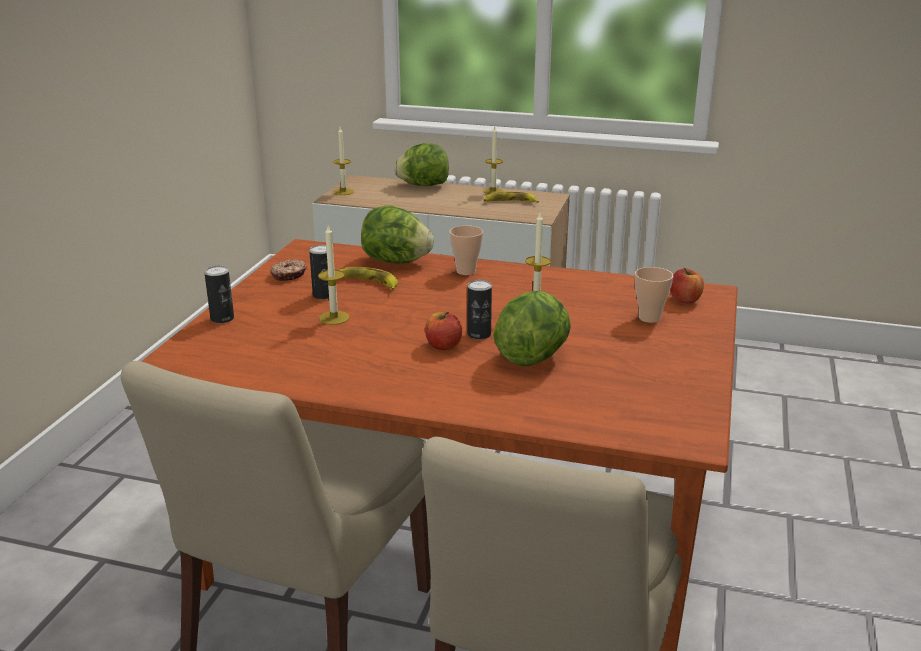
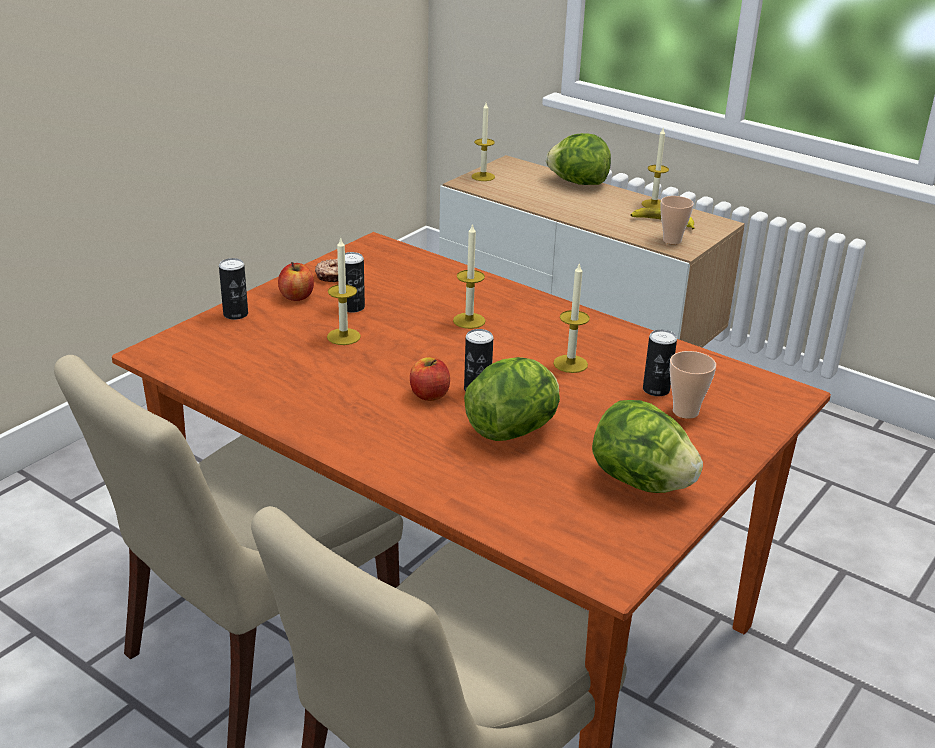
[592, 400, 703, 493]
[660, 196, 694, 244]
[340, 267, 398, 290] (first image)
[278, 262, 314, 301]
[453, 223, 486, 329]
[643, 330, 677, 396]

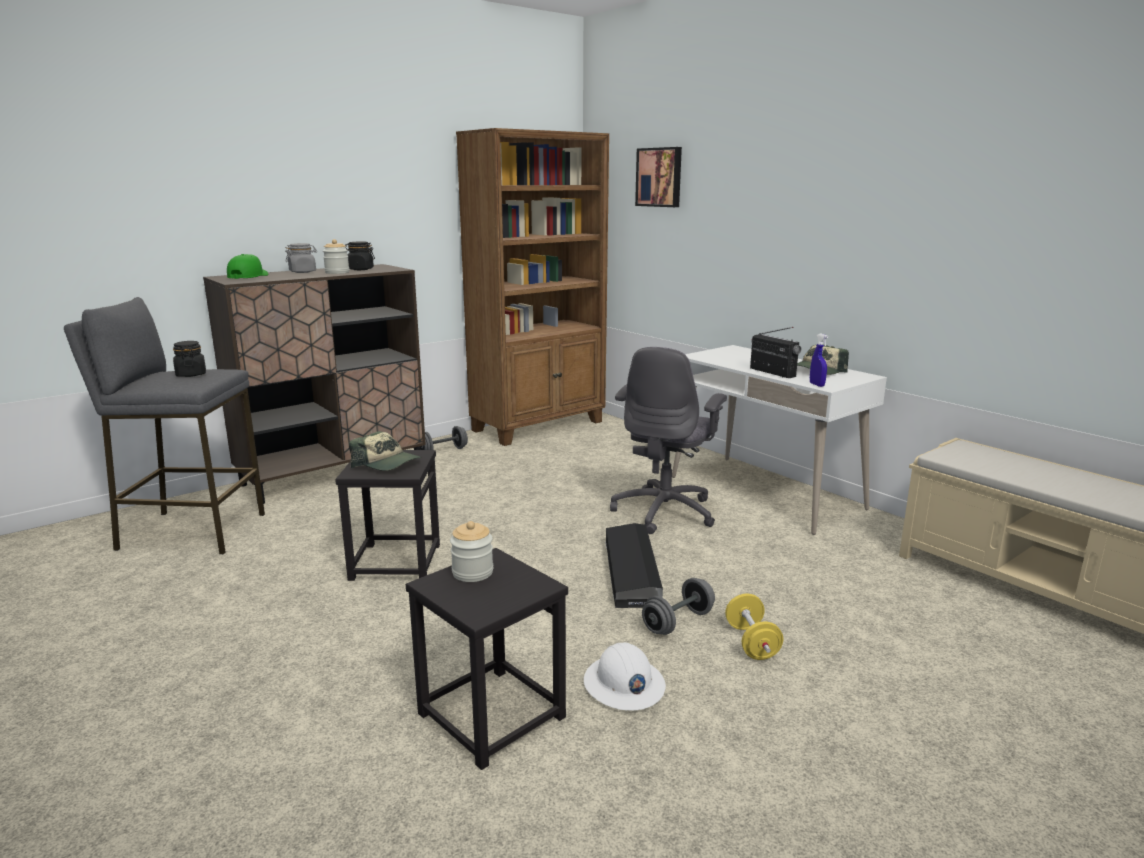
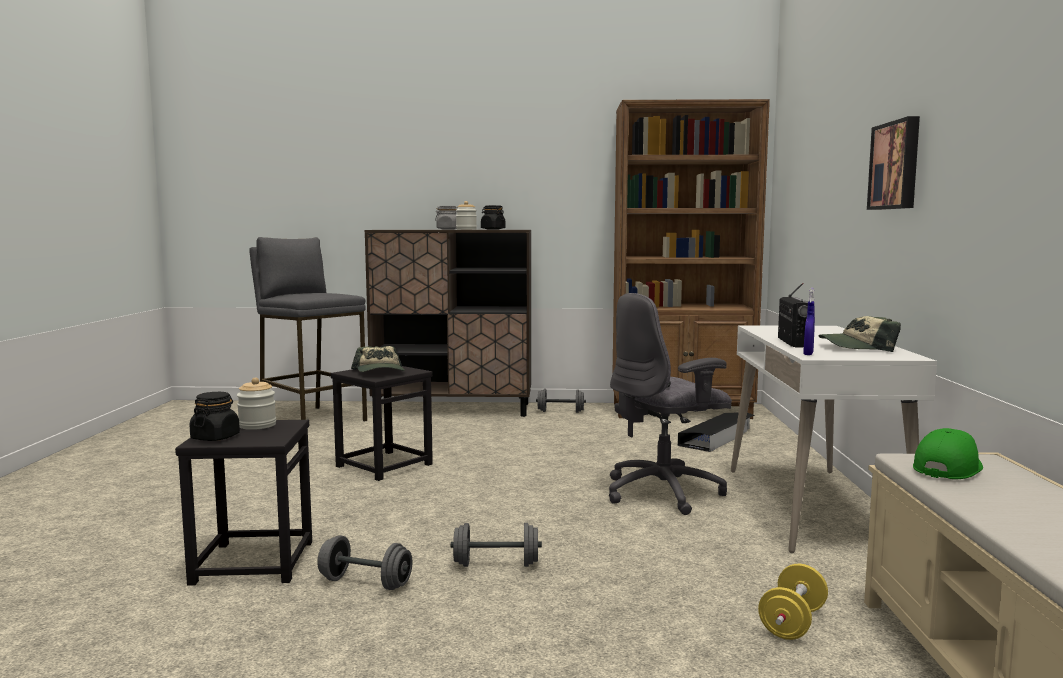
[867, 116, 920, 210]
[913, 428, 983, 479]
[189, 392, 240, 441]
[678, 412, 754, 452]
[758, 564, 828, 640]
[317, 535, 412, 590]

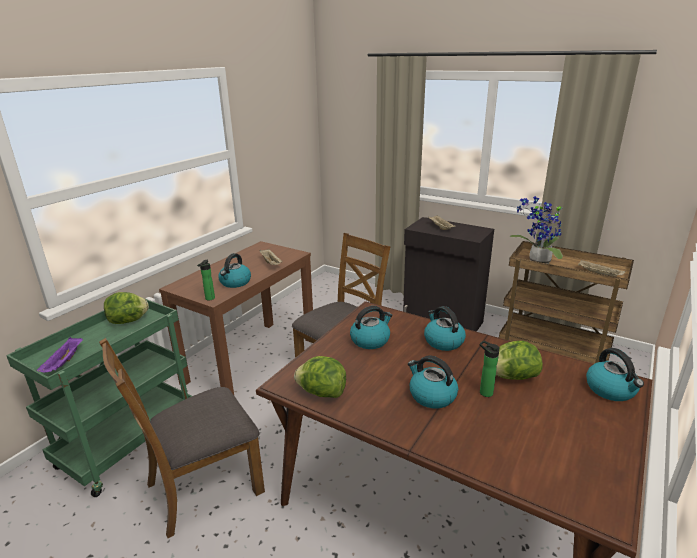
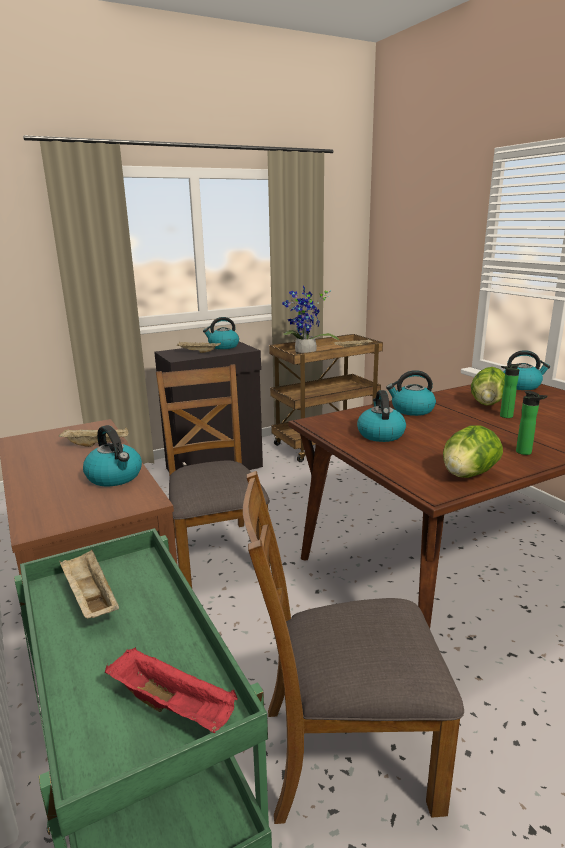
[516, 391, 547, 455]
[59, 550, 119, 619]
[105, 647, 238, 733]
[243, 471, 464, 824]
[203, 317, 239, 349]

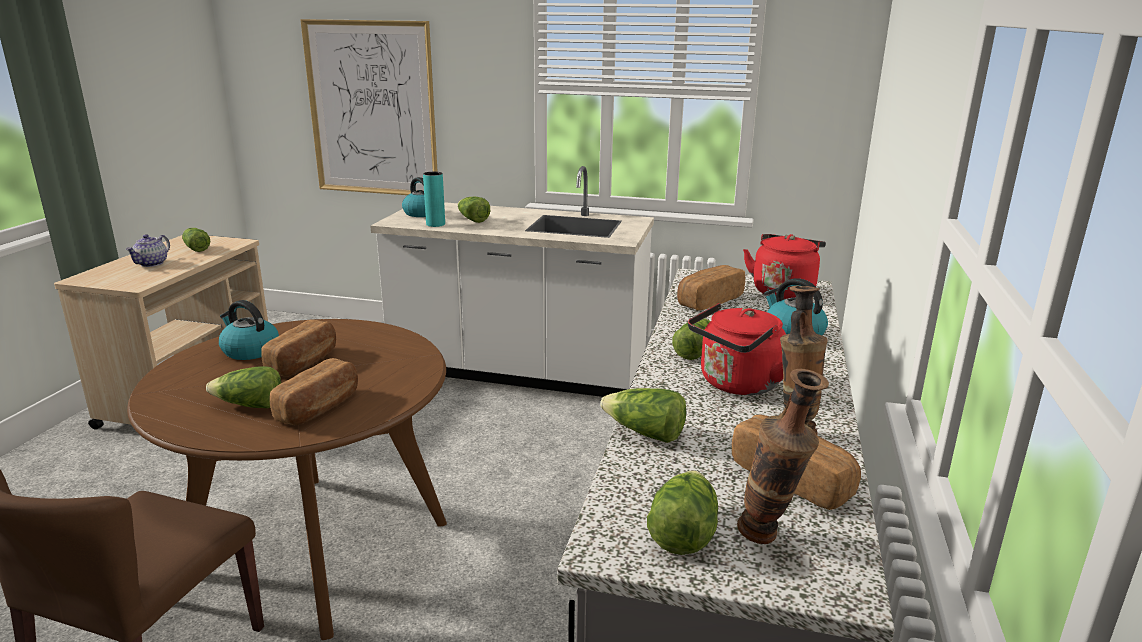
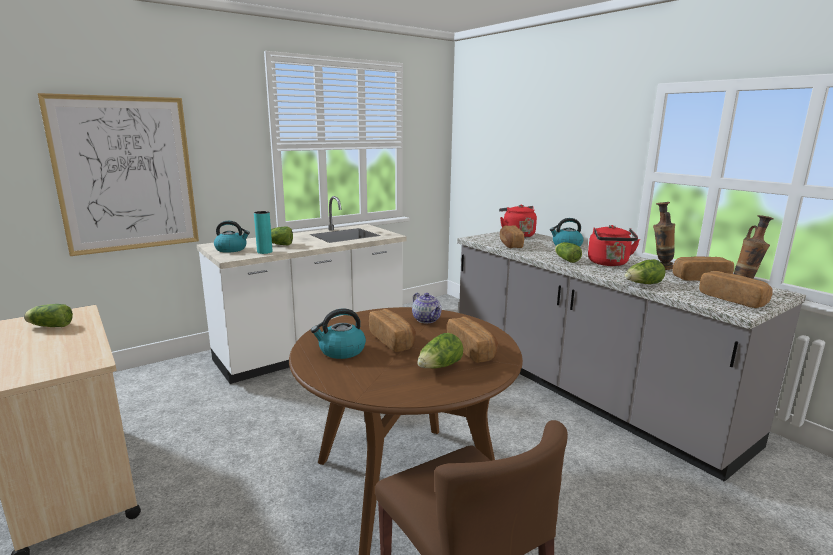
[412, 293, 441, 323]
[699, 271, 773, 308]

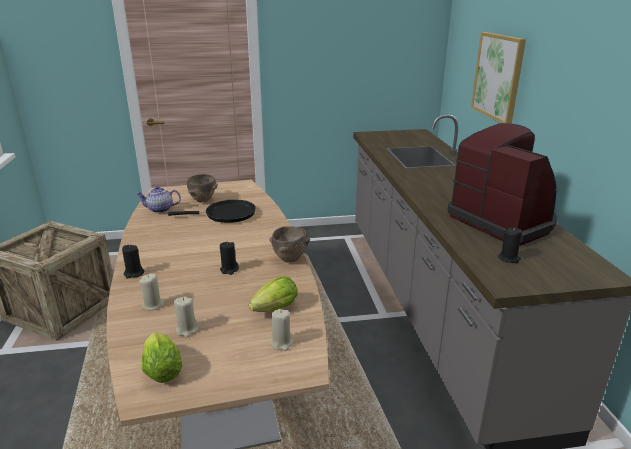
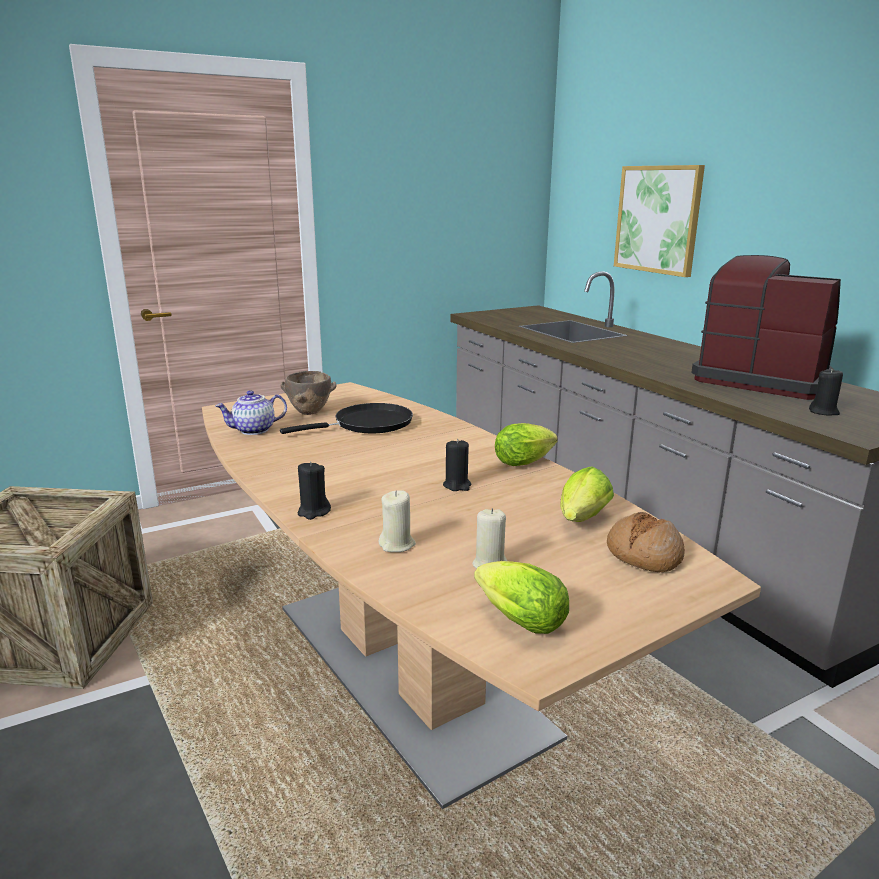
[495, 423, 558, 466]
[607, 512, 685, 572]

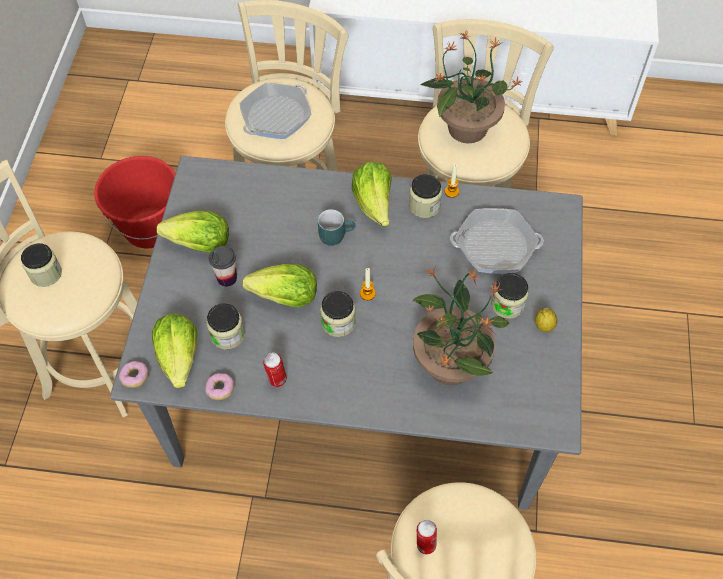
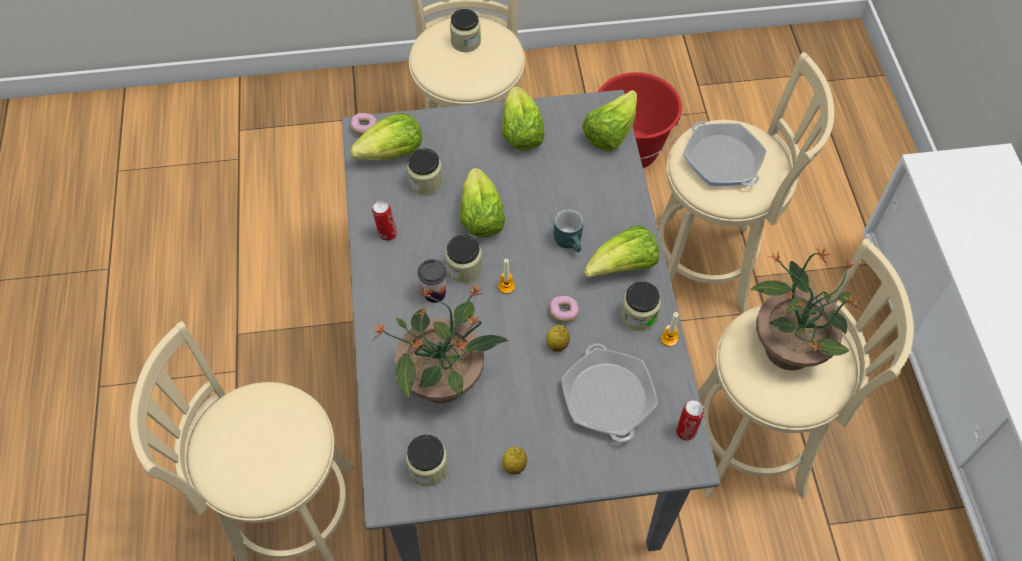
[683, 122, 767, 186]
[418, 259, 447, 303]
[406, 435, 448, 487]
[549, 296, 579, 322]
[676, 400, 704, 441]
[582, 90, 637, 151]
[546, 325, 570, 352]

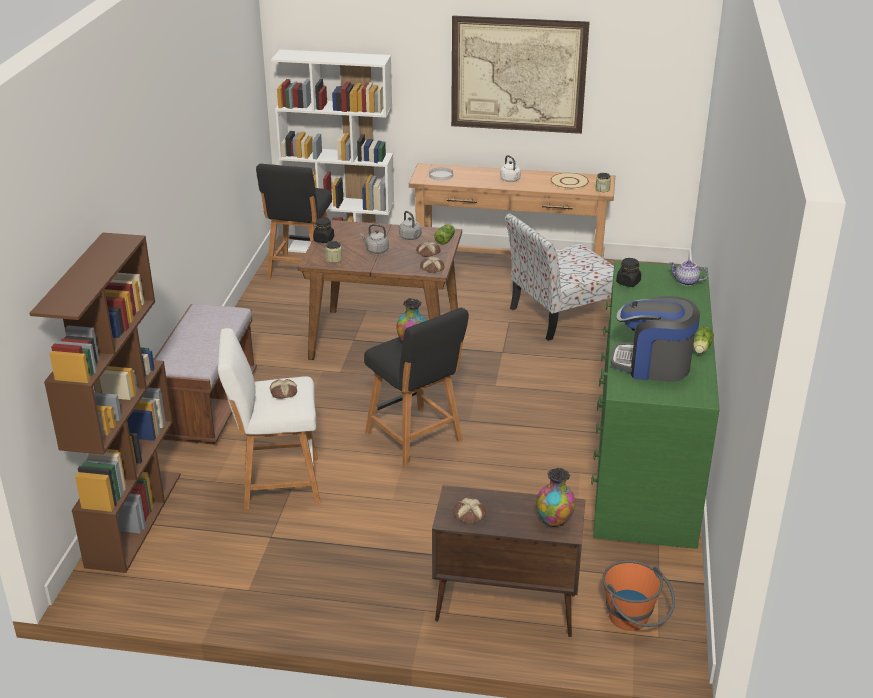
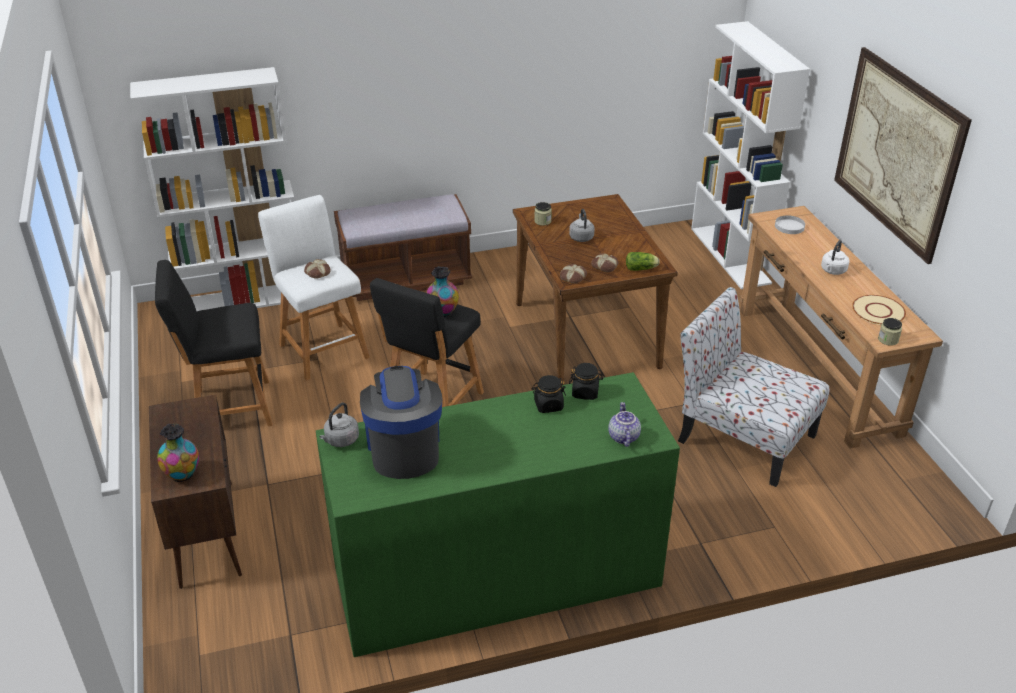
[155, 260, 273, 426]
[319, 402, 359, 447]
[532, 375, 566, 413]
[130, 67, 294, 311]
[693, 326, 714, 354] (first image)
[454, 498, 486, 524] (first image)
[602, 560, 675, 631] (first image)

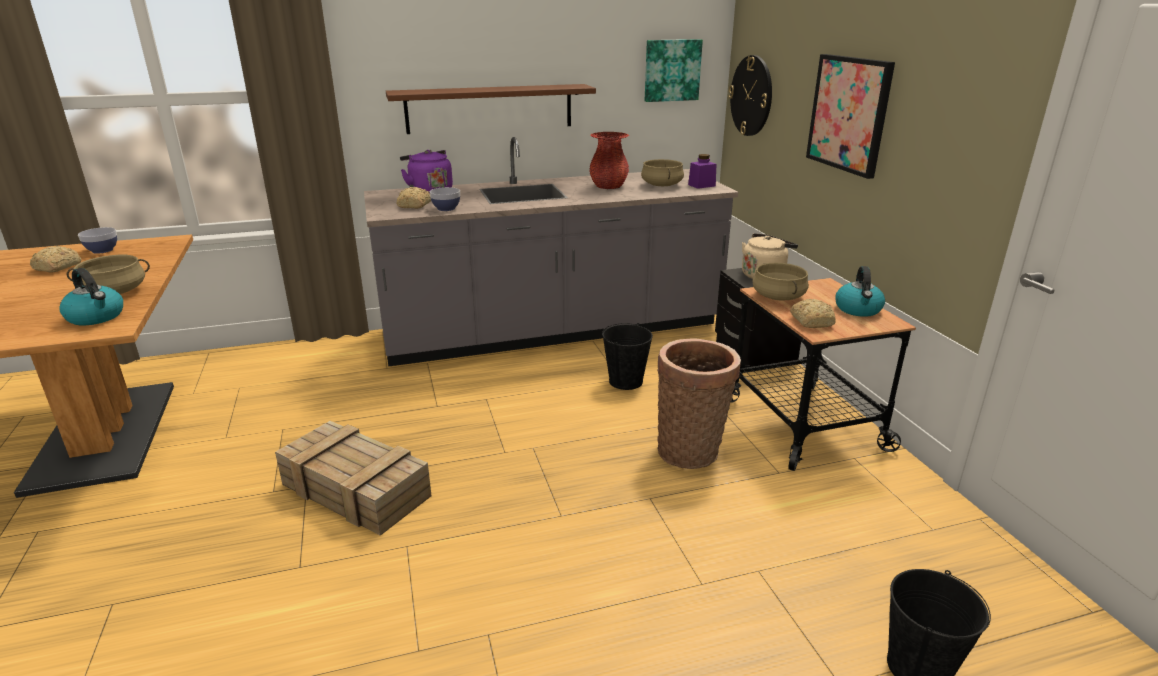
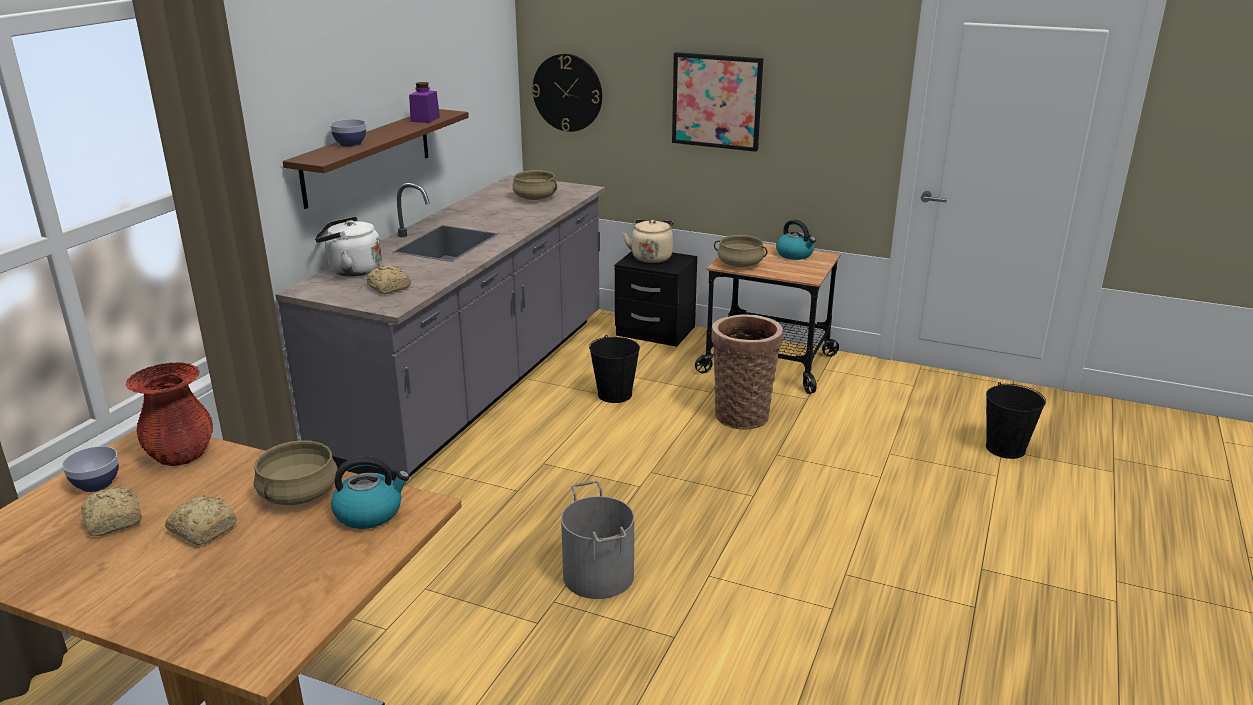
[645, 39, 703, 102] (first image)
[126, 362, 213, 466]
[315, 217, 382, 277]
[409, 82, 440, 123]
[330, 119, 366, 147]
[165, 495, 237, 545]
[561, 481, 634, 599]

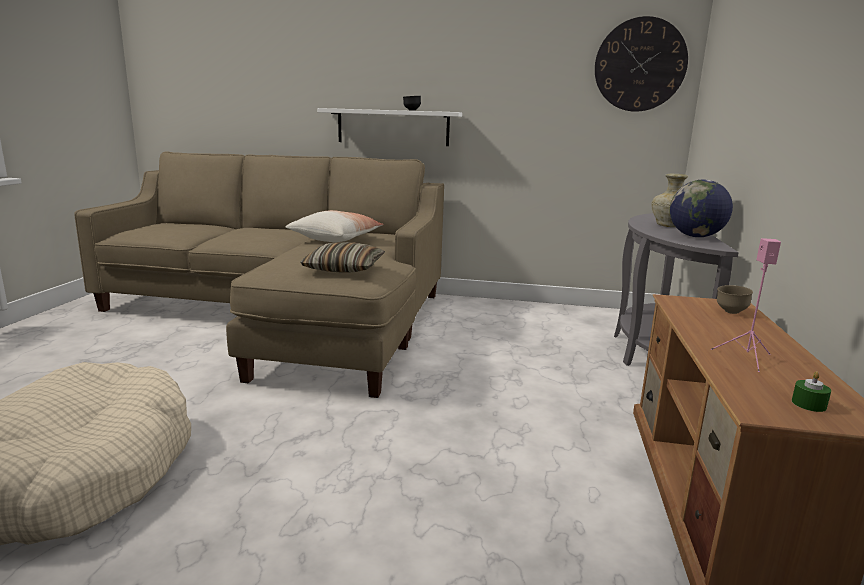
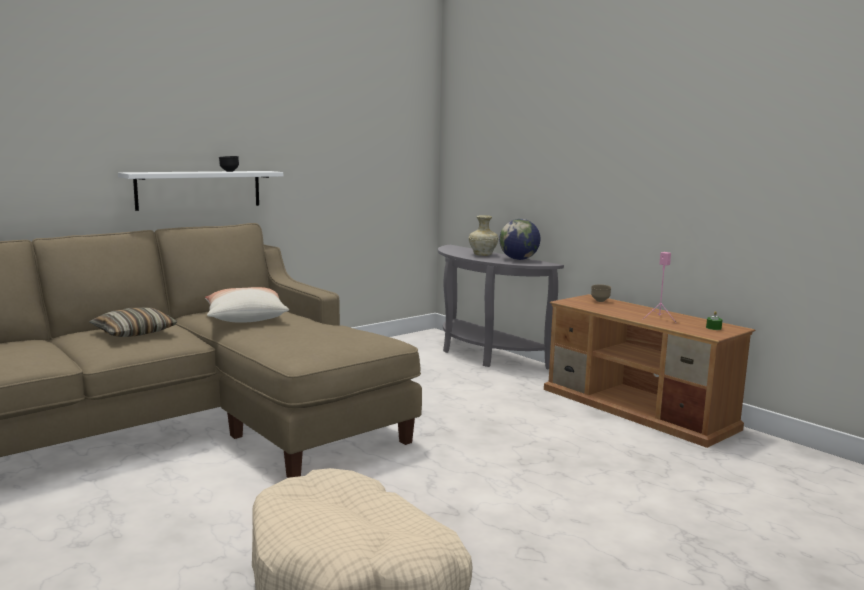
[595, 16, 688, 112] (first image)
[89, 308, 177, 337]

